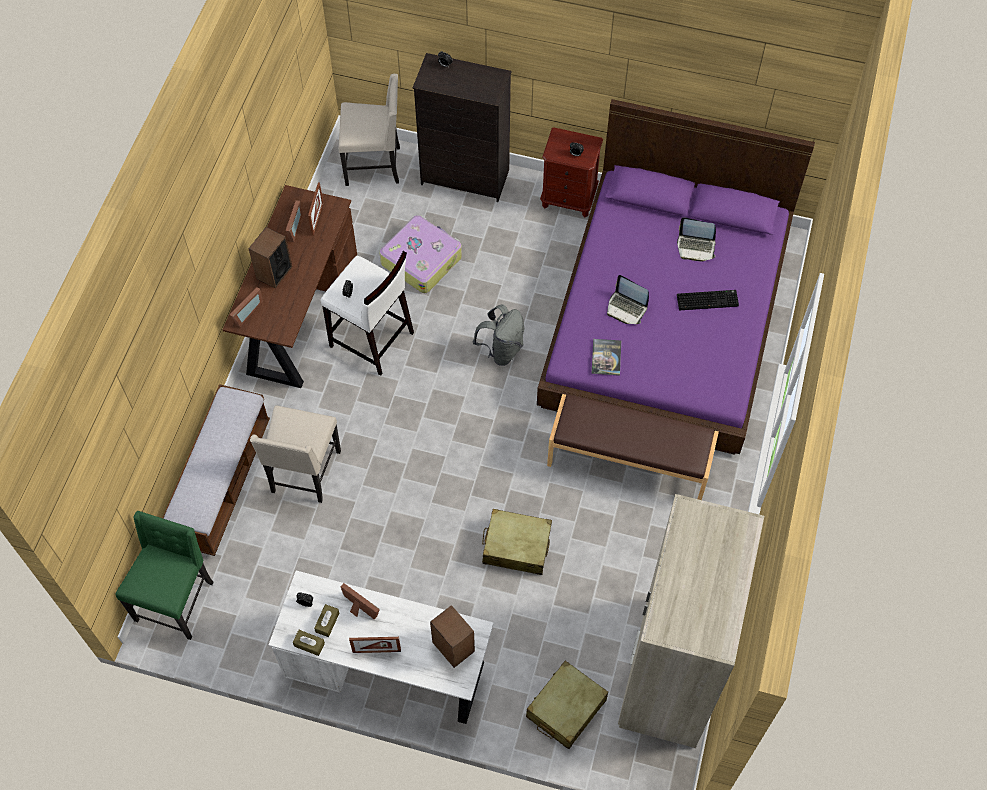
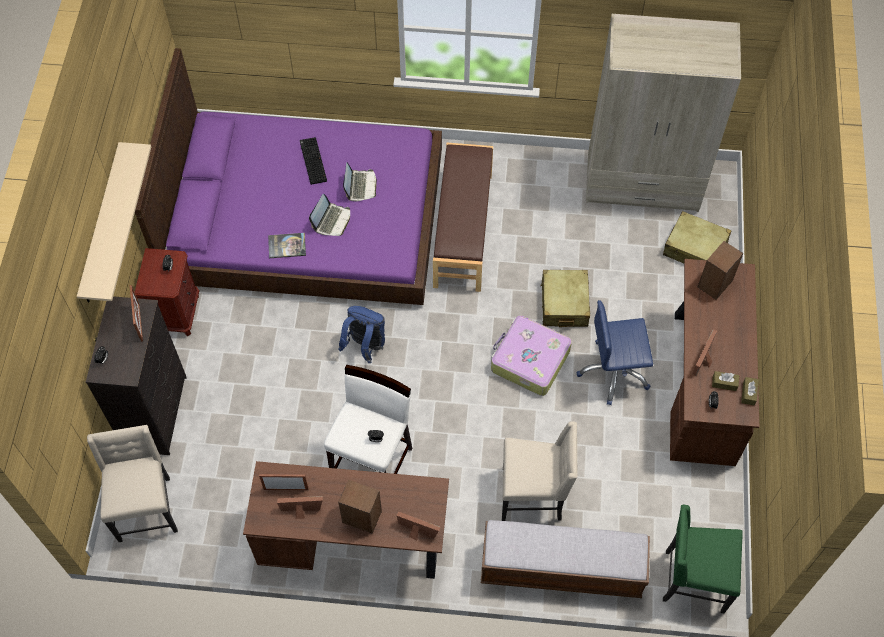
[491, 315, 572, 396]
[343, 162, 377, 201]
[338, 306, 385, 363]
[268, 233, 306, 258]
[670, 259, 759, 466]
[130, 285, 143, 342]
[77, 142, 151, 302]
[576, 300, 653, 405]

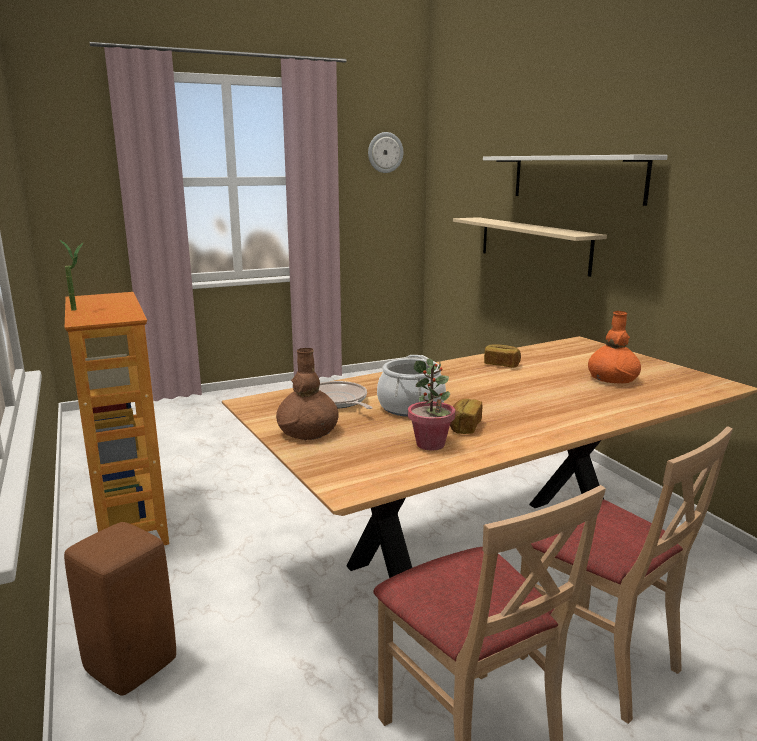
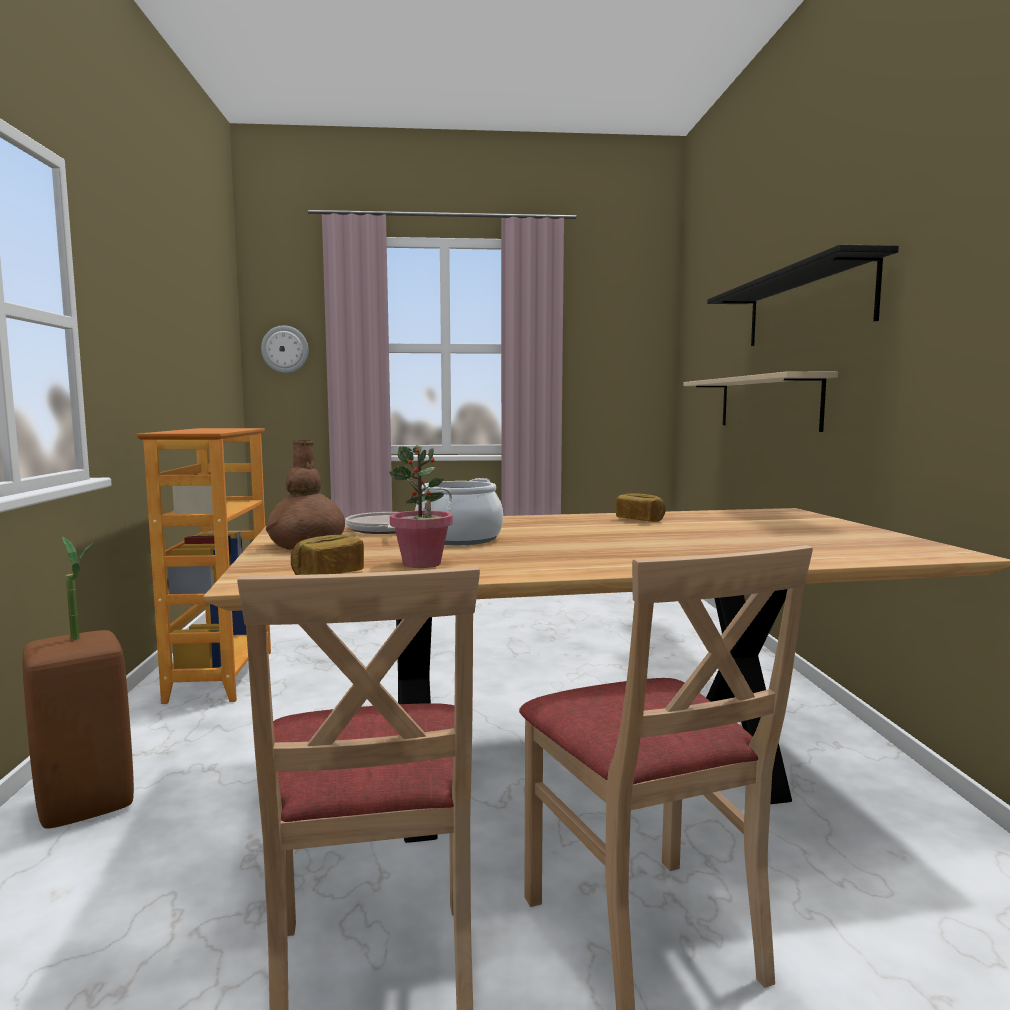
[261, 325, 309, 373]
[707, 244, 899, 346]
[62, 536, 94, 640]
[588, 311, 641, 384] (first image)
[291, 535, 364, 575]

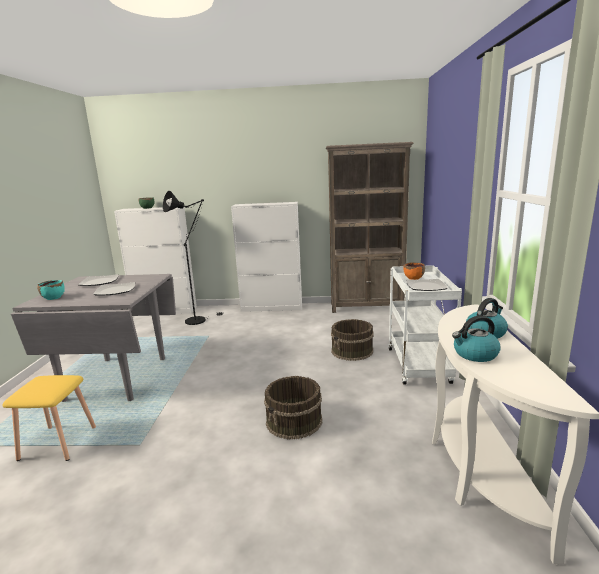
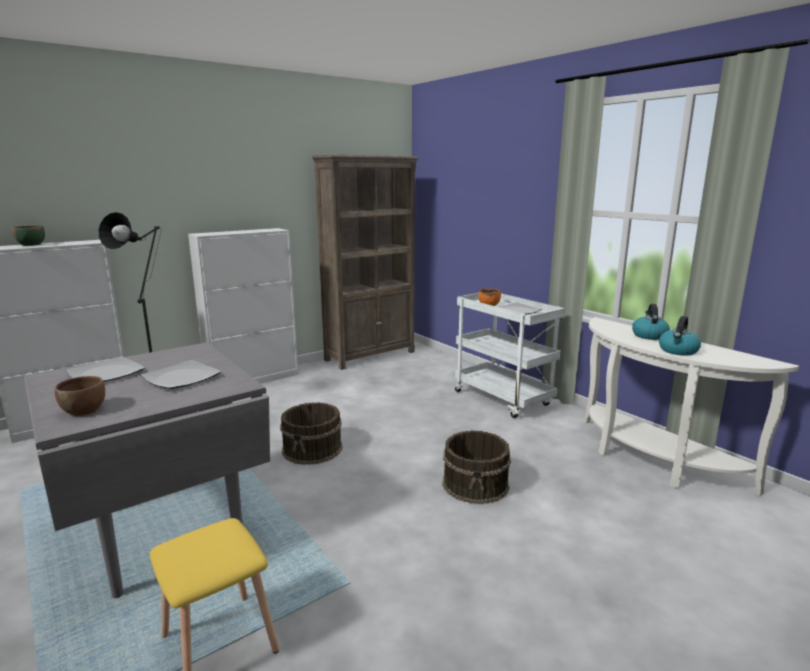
[54, 376, 105, 416]
[280, 402, 342, 465]

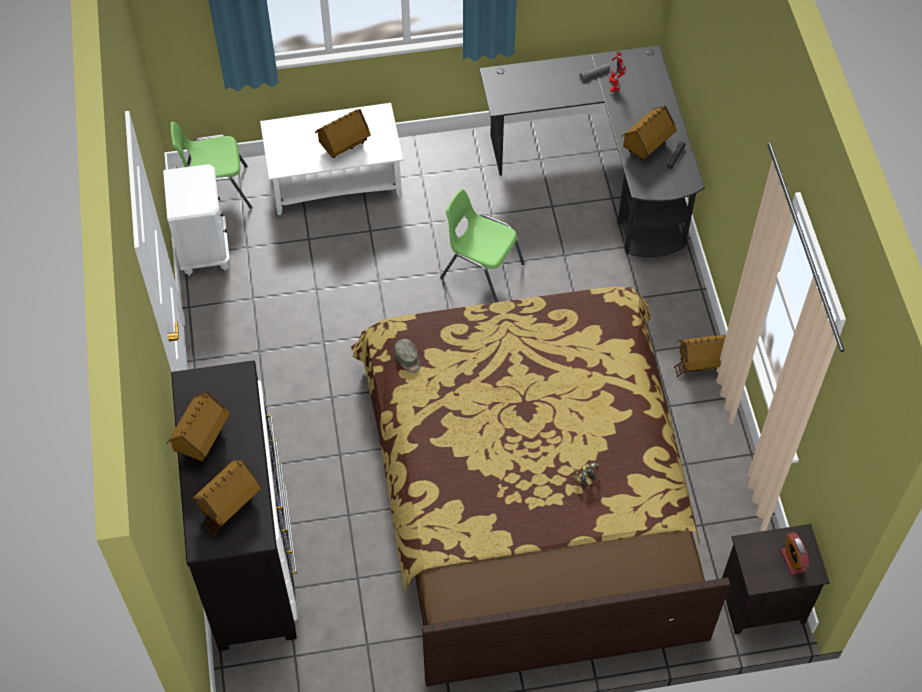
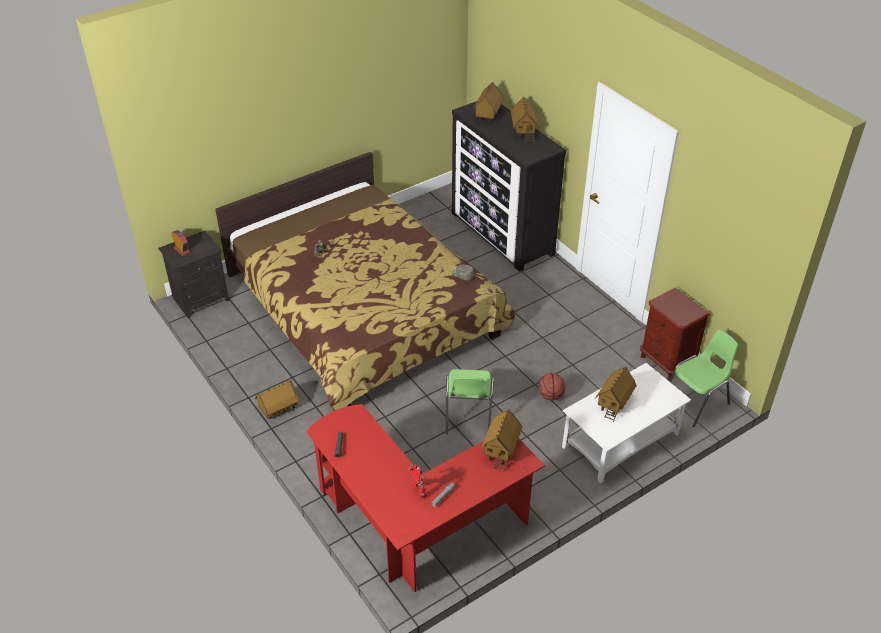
[306, 404, 545, 592]
[481, 409, 522, 471]
[640, 288, 710, 380]
[446, 369, 494, 434]
[538, 373, 566, 400]

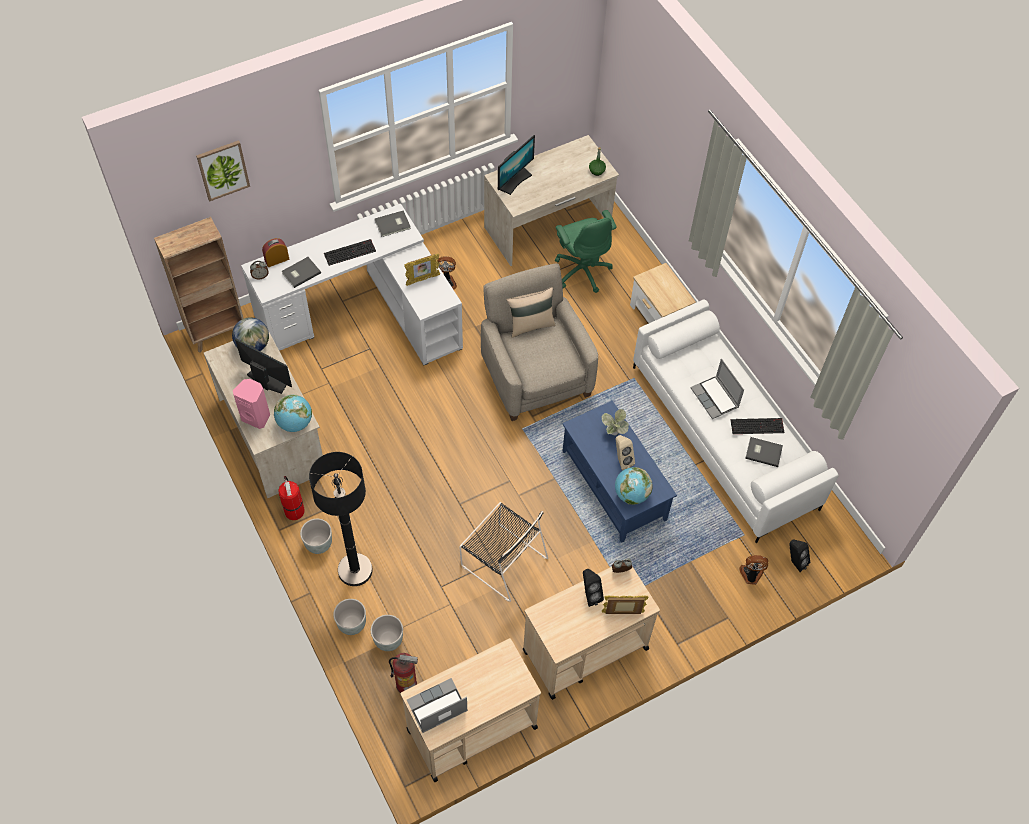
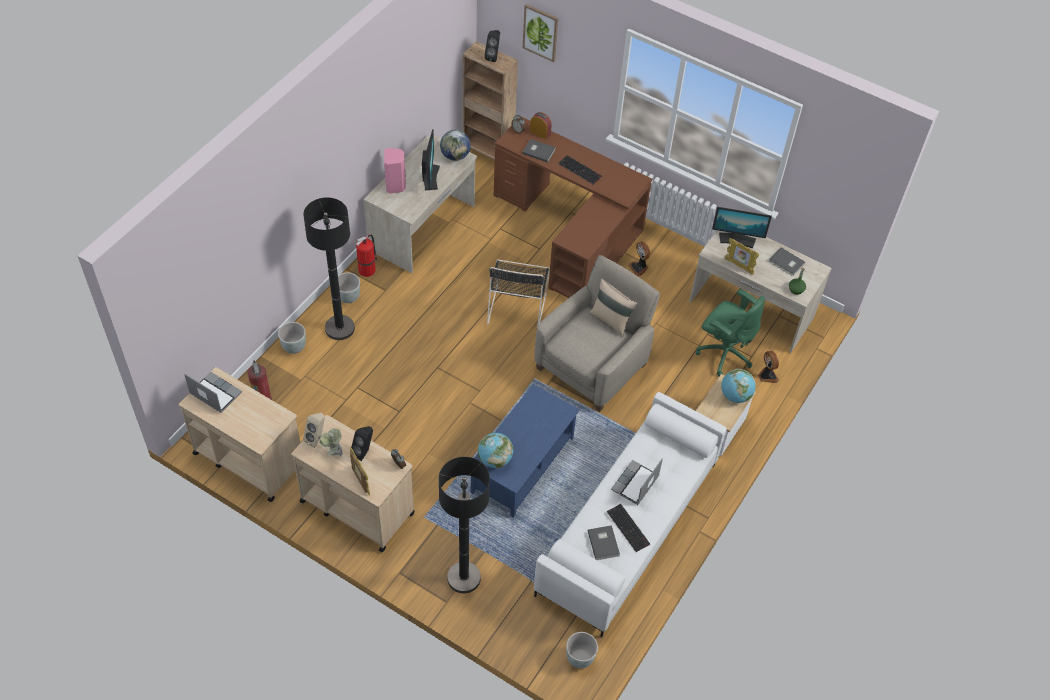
[494, 117, 652, 298]
[769, 248, 805, 276]
[696, 289, 765, 376]
[725, 238, 759, 275]
[721, 369, 756, 403]
[319, 428, 343, 457]
[303, 413, 325, 448]
[487, 259, 550, 327]
[484, 30, 500, 62]
[758, 351, 779, 383]
[566, 632, 598, 668]
[439, 457, 490, 593]

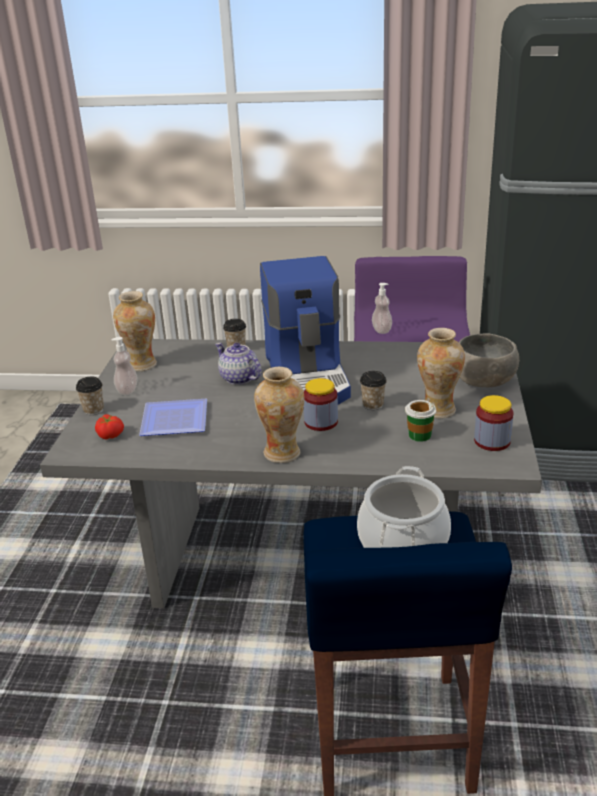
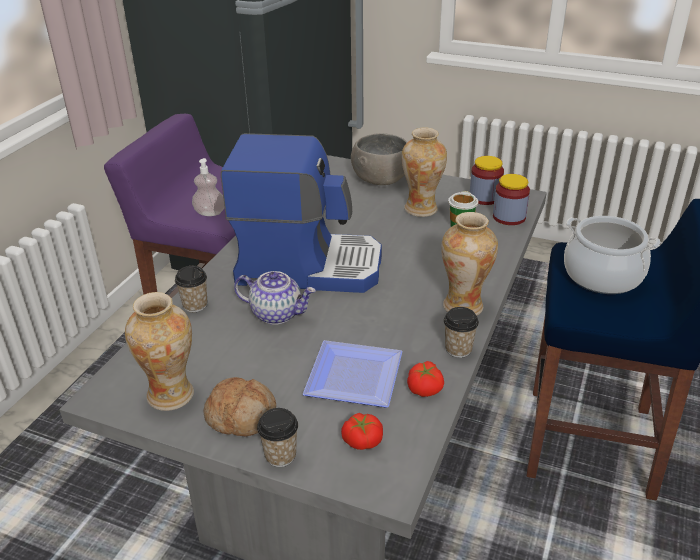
[203, 377, 276, 437]
[234, 271, 316, 325]
[444, 307, 479, 358]
[493, 174, 530, 225]
[407, 361, 444, 397]

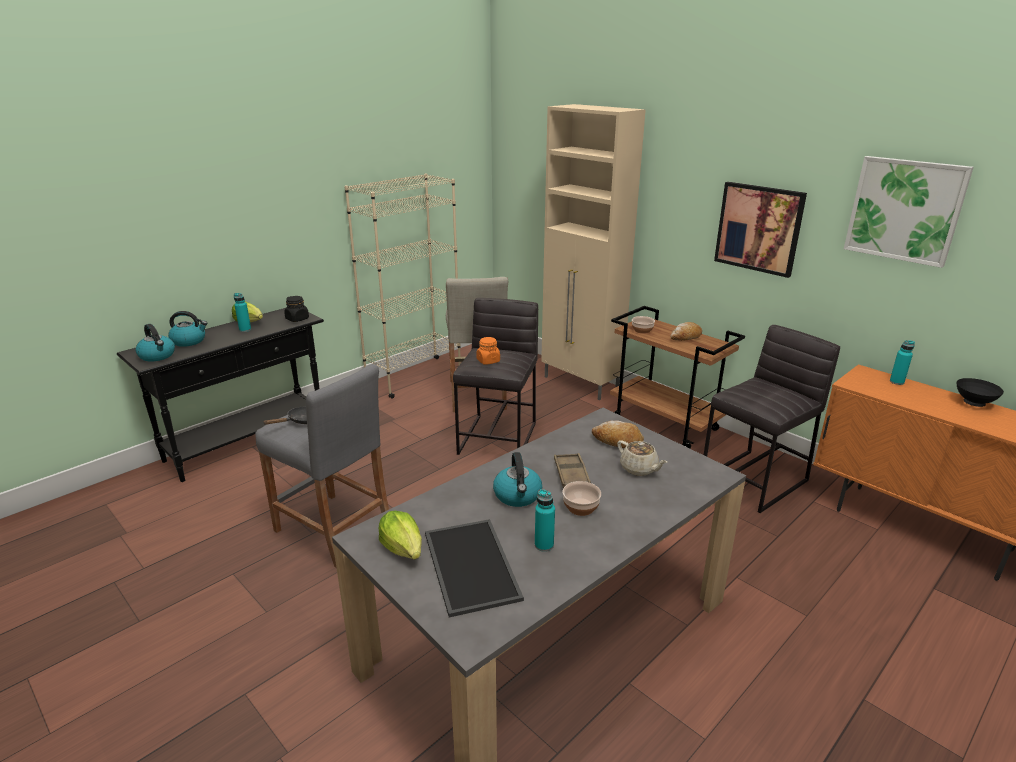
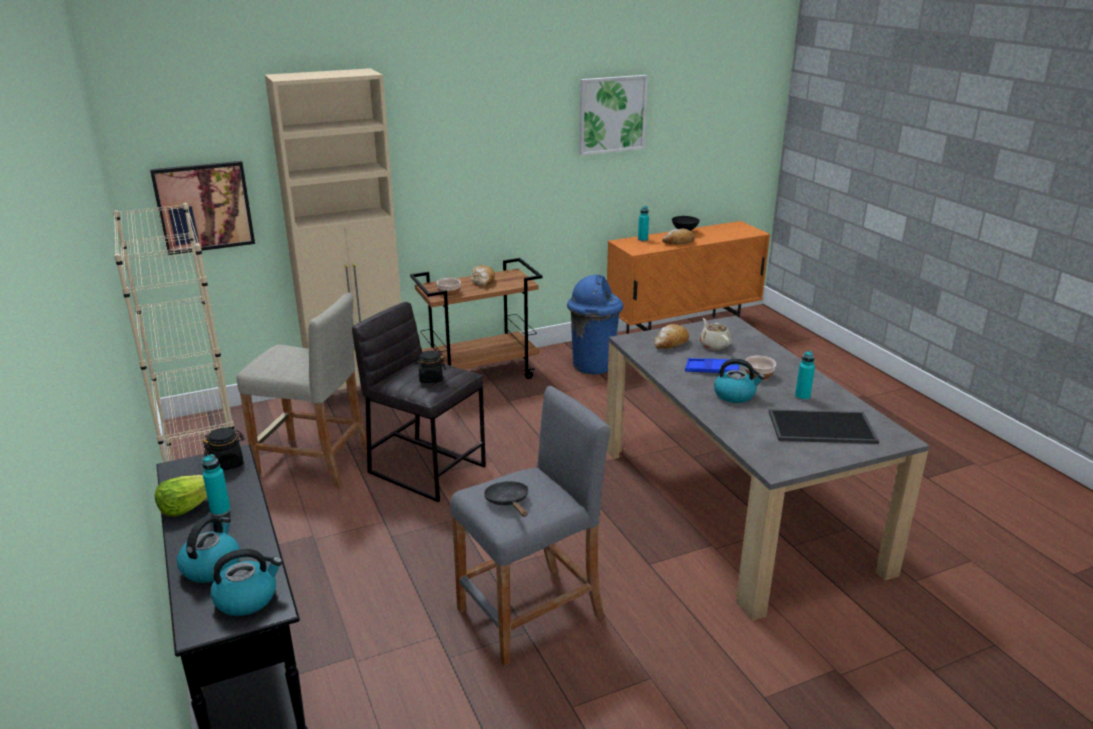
[150, 161, 255, 255]
[567, 275, 623, 374]
[414, 351, 446, 383]
[700, 318, 731, 350]
[685, 358, 739, 373]
[379, 511, 422, 560] (first image)
[662, 229, 695, 244]

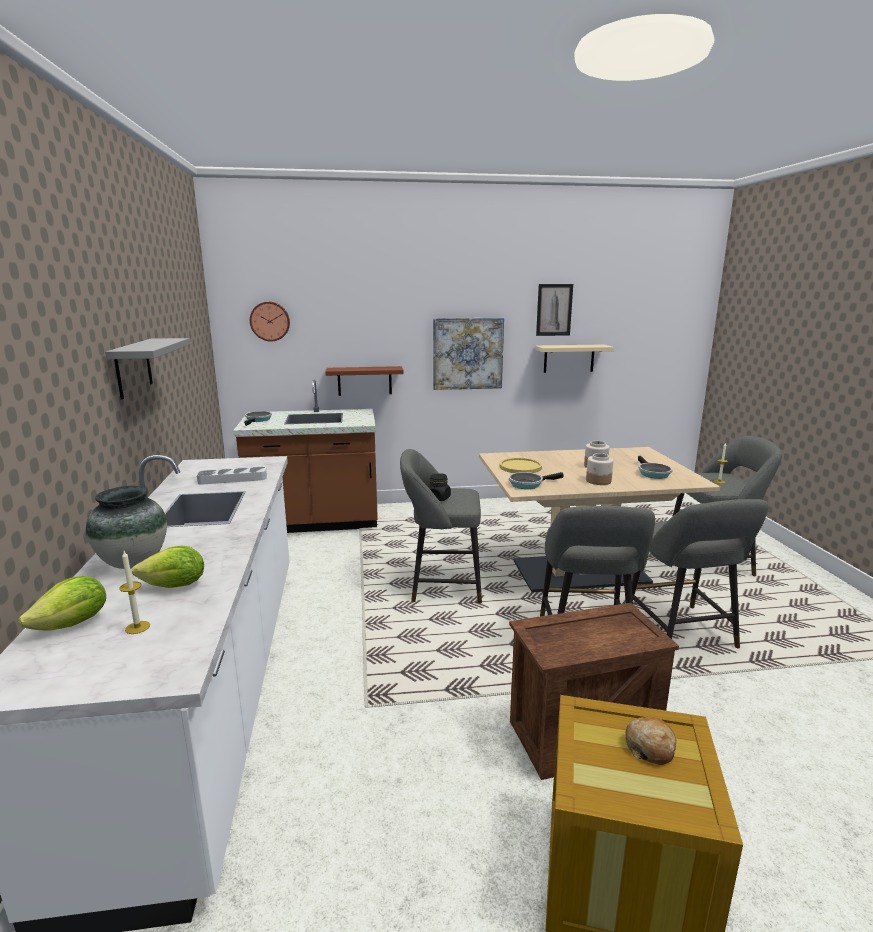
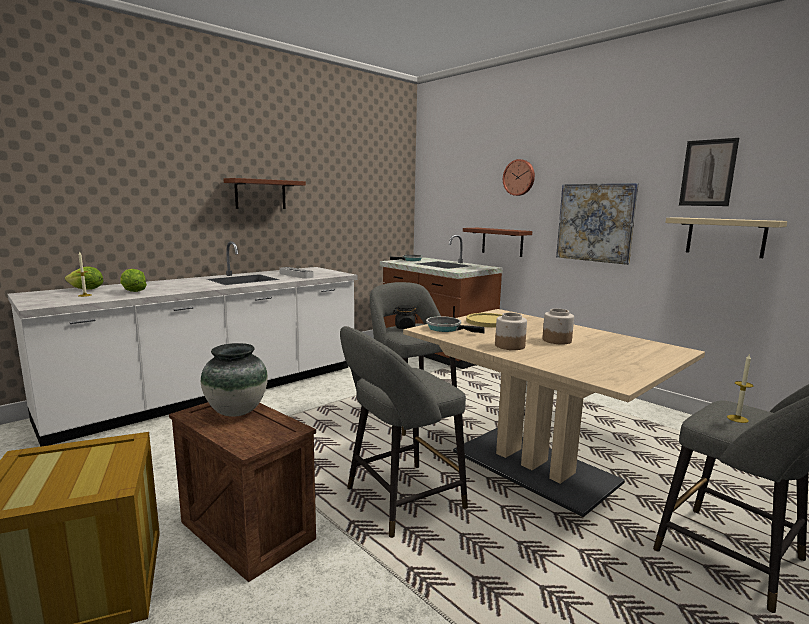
[503, 159, 535, 196]
[224, 178, 306, 209]
[638, 456, 673, 479] (first image)
[201, 343, 268, 417]
[632, 499, 769, 648] (first image)
[625, 717, 676, 765] (first image)

